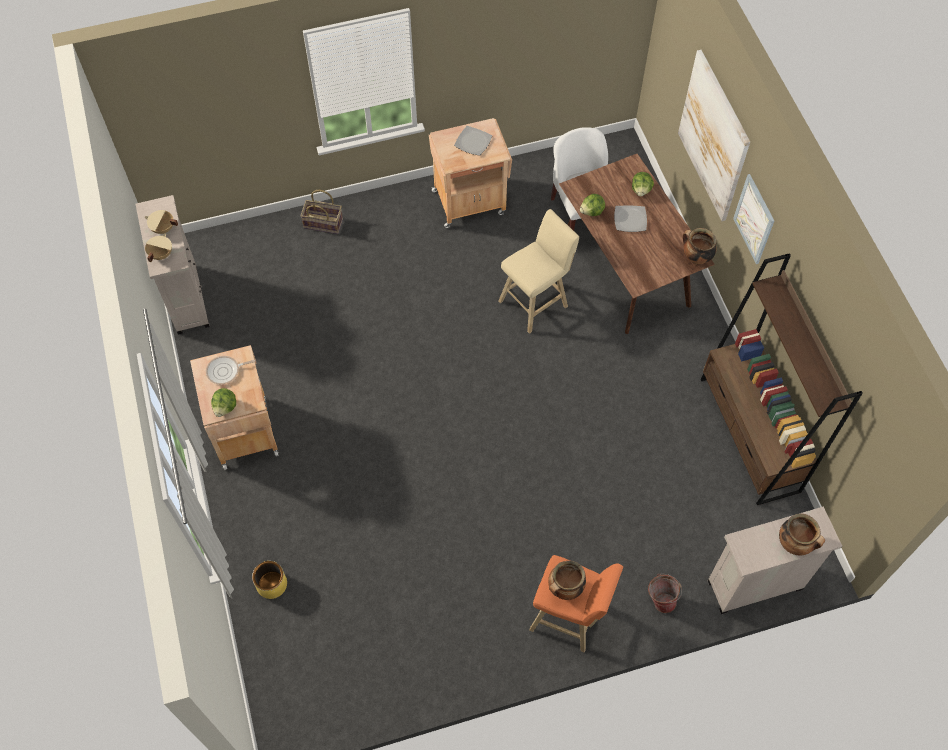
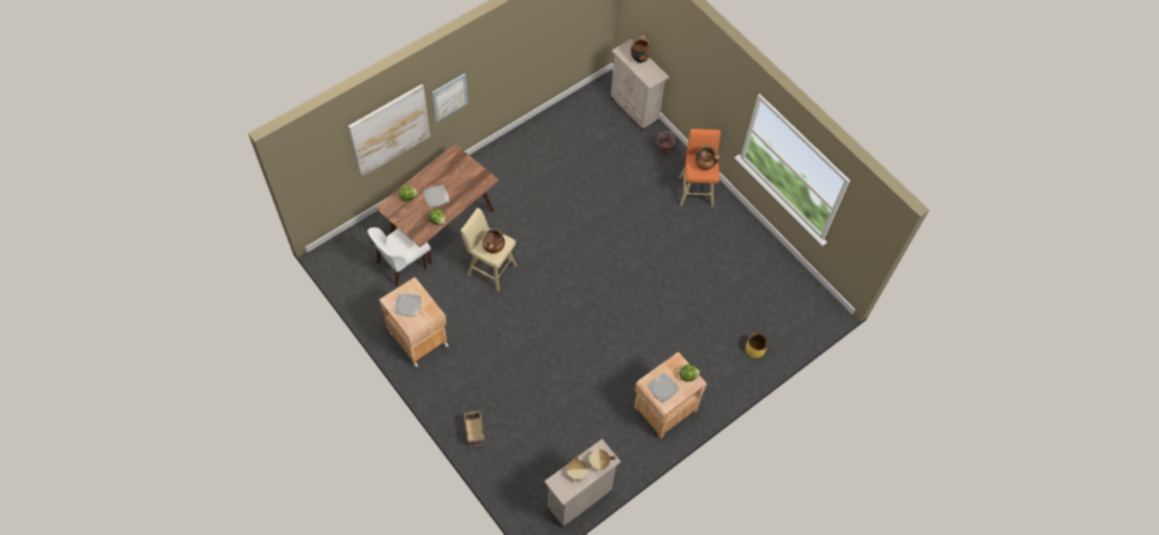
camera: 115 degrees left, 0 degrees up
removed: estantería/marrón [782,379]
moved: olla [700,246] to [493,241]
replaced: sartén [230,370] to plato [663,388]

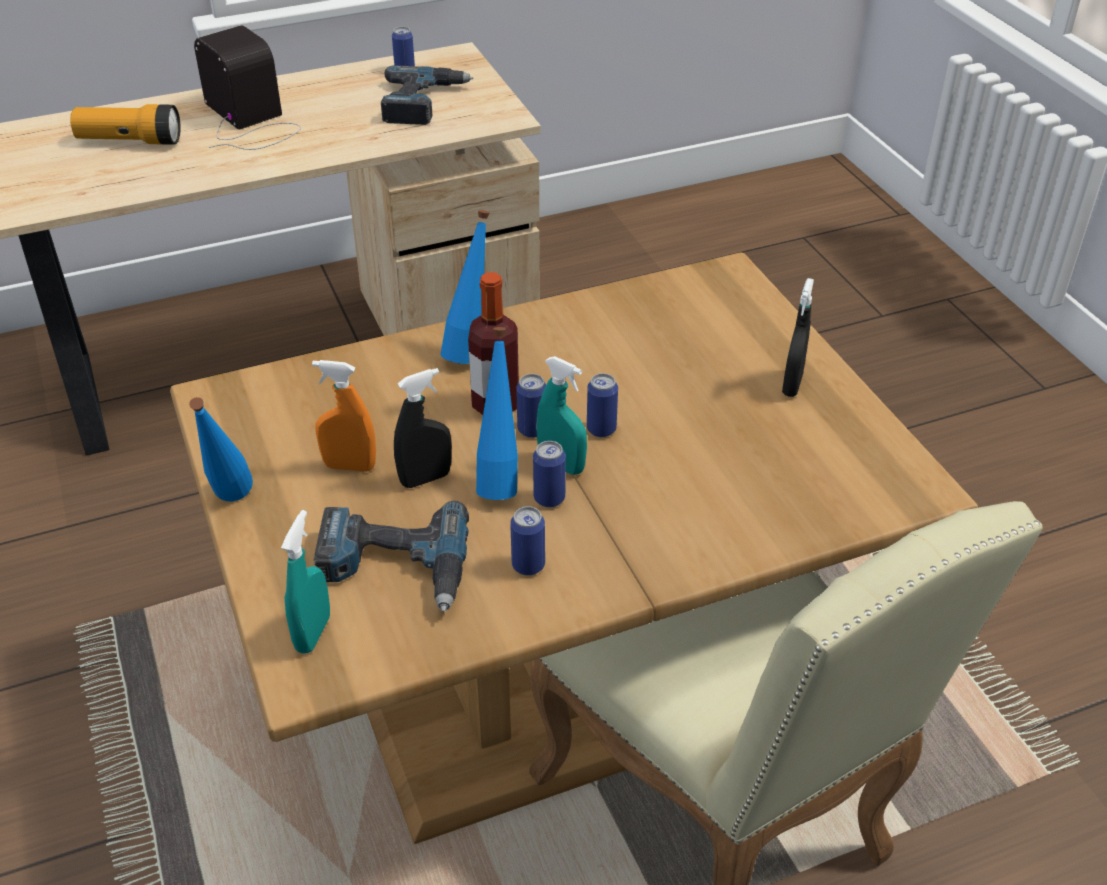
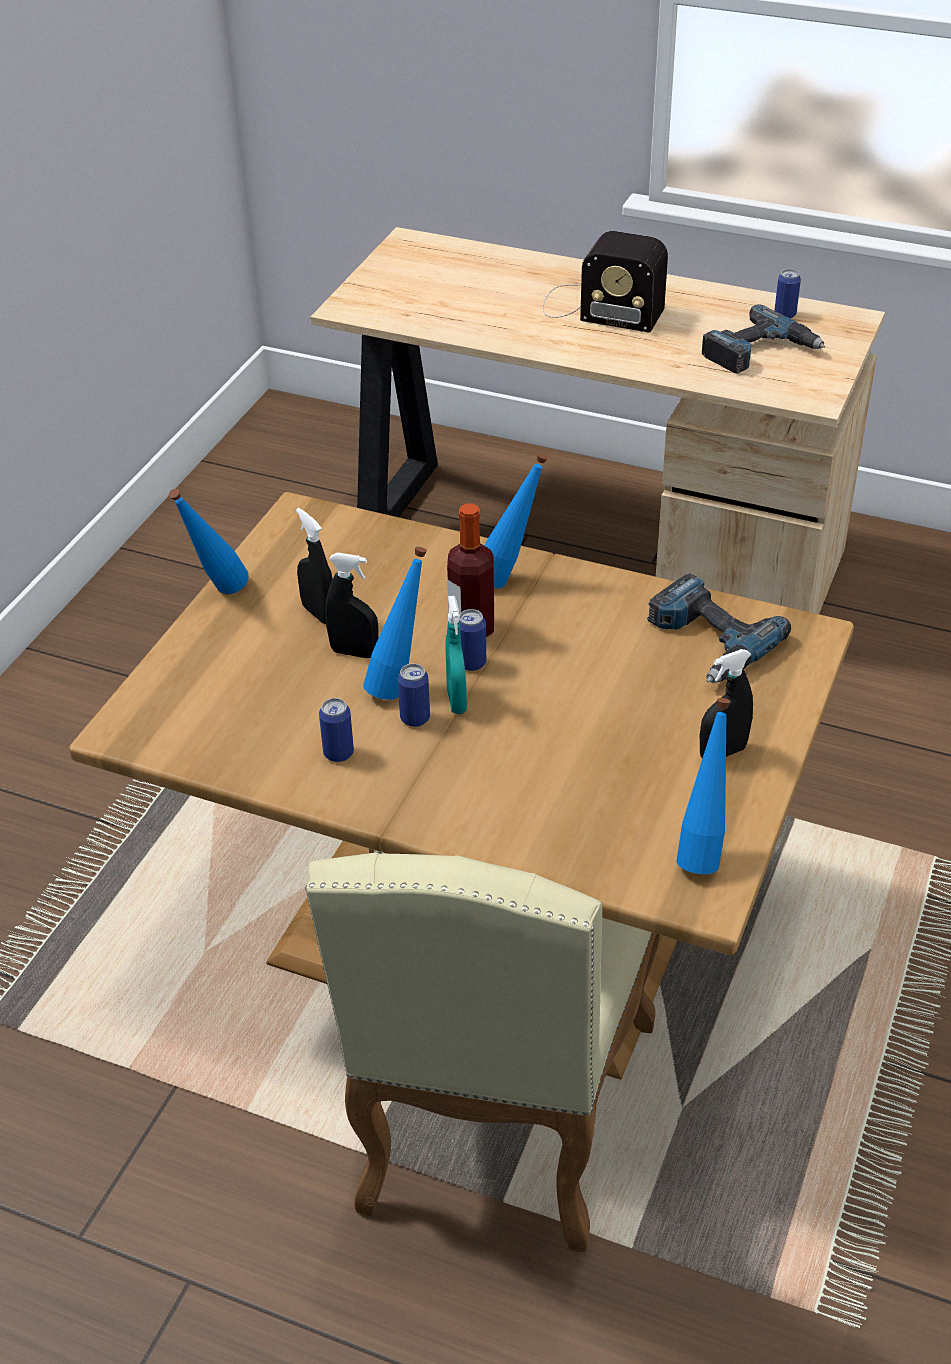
camera: 45 degrees right, 0 degrees up
removed: linterna [125,124]; pulverizador/turquesa [305,581]; lata [602,405]
added: botella/azul [704,786]
moved: taladro [391,556] to [719,628]
recoloured: pulverizador/naranja [344,416] to pulverizador/negro [314,566]
turned: radio [247,87] = [605,282] 105 degrees clockwise

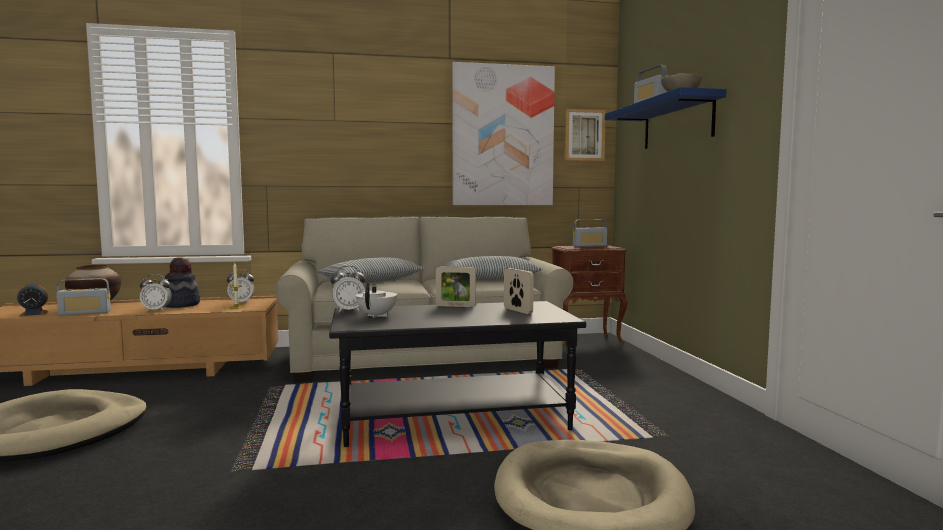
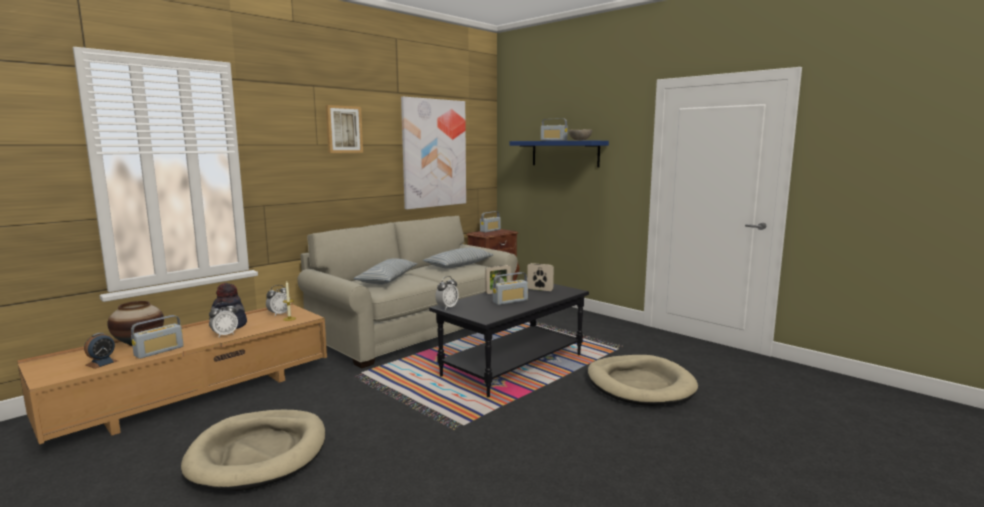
camera: 35 degrees left, 5 degrees up
removed: tetera/blanco [376,300]
added: radio [510,288]
moved: cuadro [585,135] to [344,129]

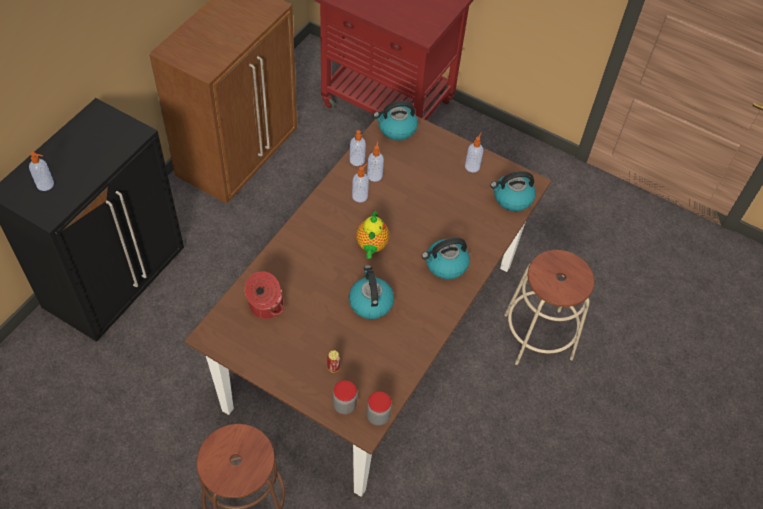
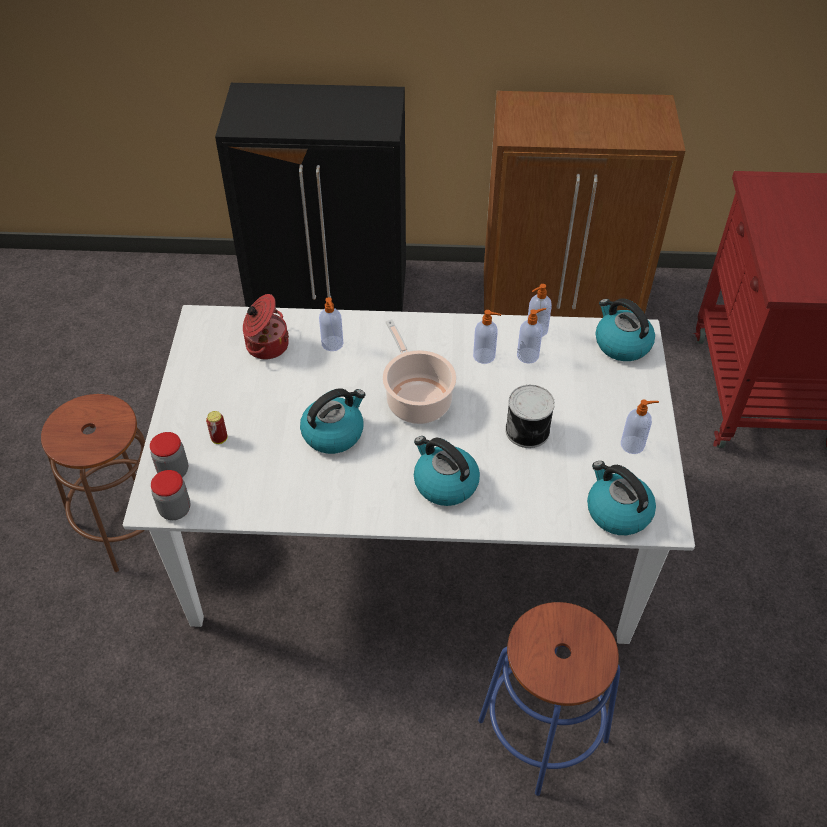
camera: 65 degrees right, 5 degrees down
added: lata [530,416]
moved: dispensador de jabón [41,171] to [331,324]
replaced: tetera [372,234] to olla [419,371]
recoloured: mesa de comedor/marrón [368,300] to mesa de comedor/blanco [409,474]; taburete/beis [549,307] to taburete/azul [549,699]

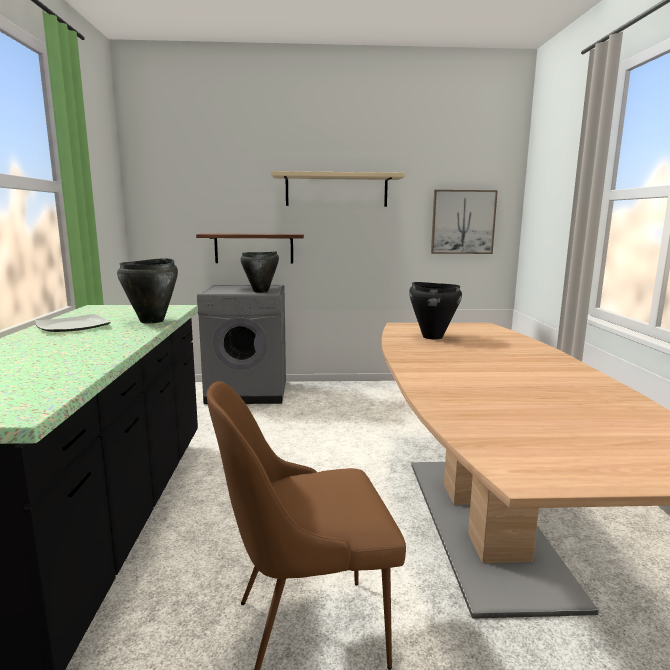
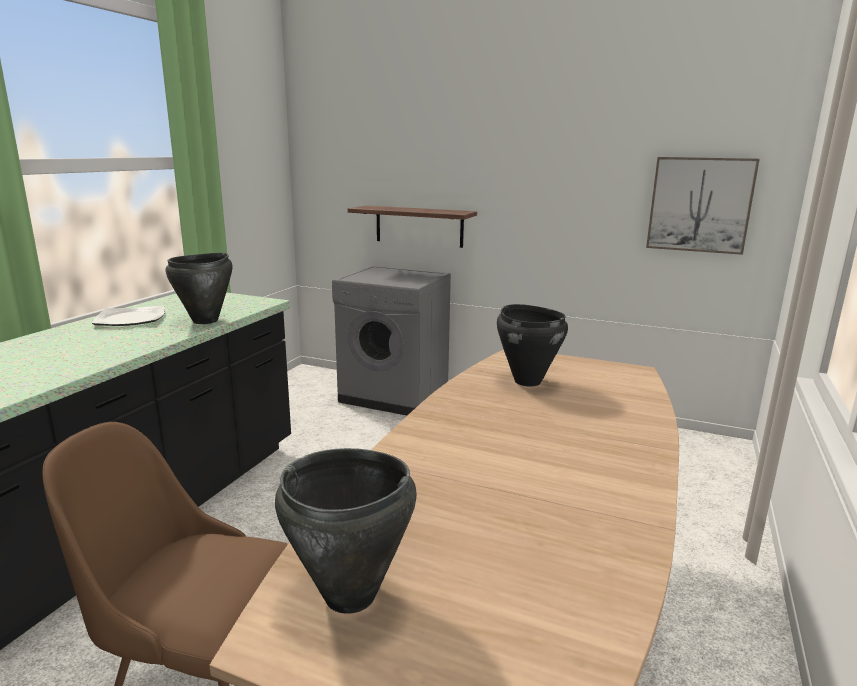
camera: 25 degrees right, 5 degrees up
removed: estante/beis [338,189]
moved: olla/negro [260,272] to [346,531]

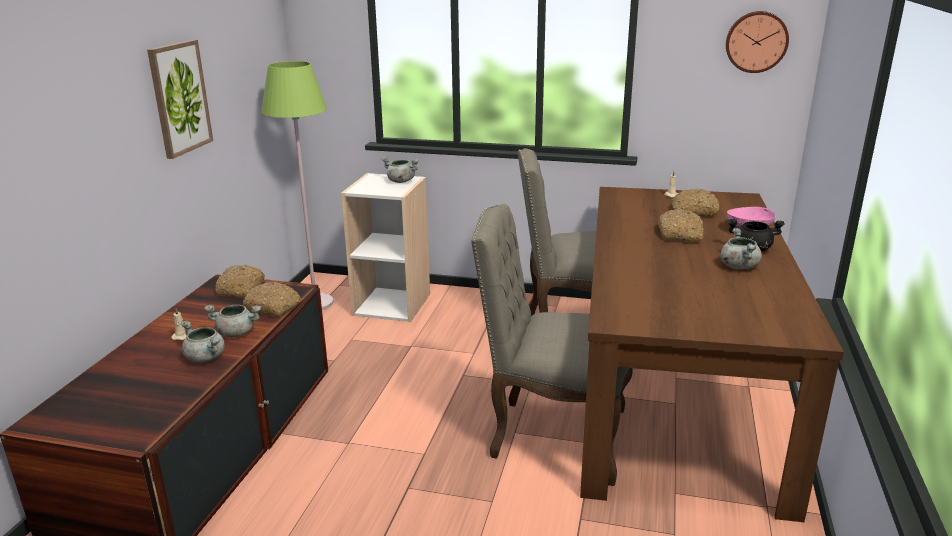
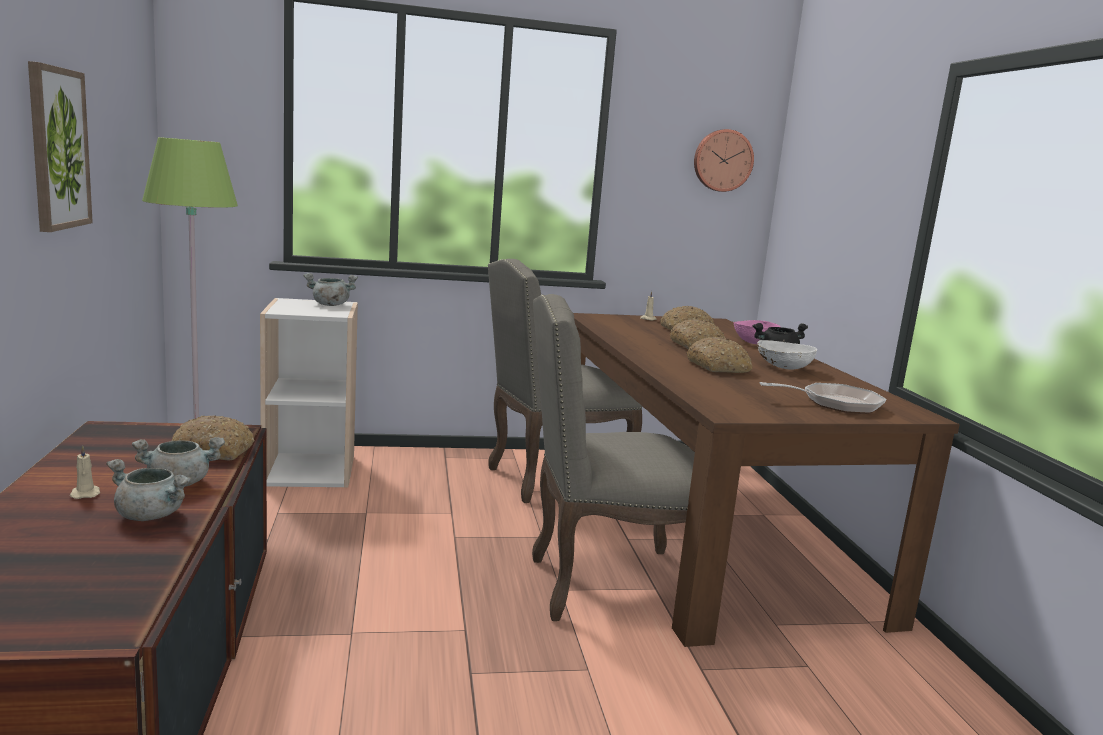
camera: 25 degrees left, 10 degrees down
added: sartén [823,398]
moved: pan [240,281] to [719,355]
replaced: olla/gris [741,248] to cuenco/blanco [787,355]

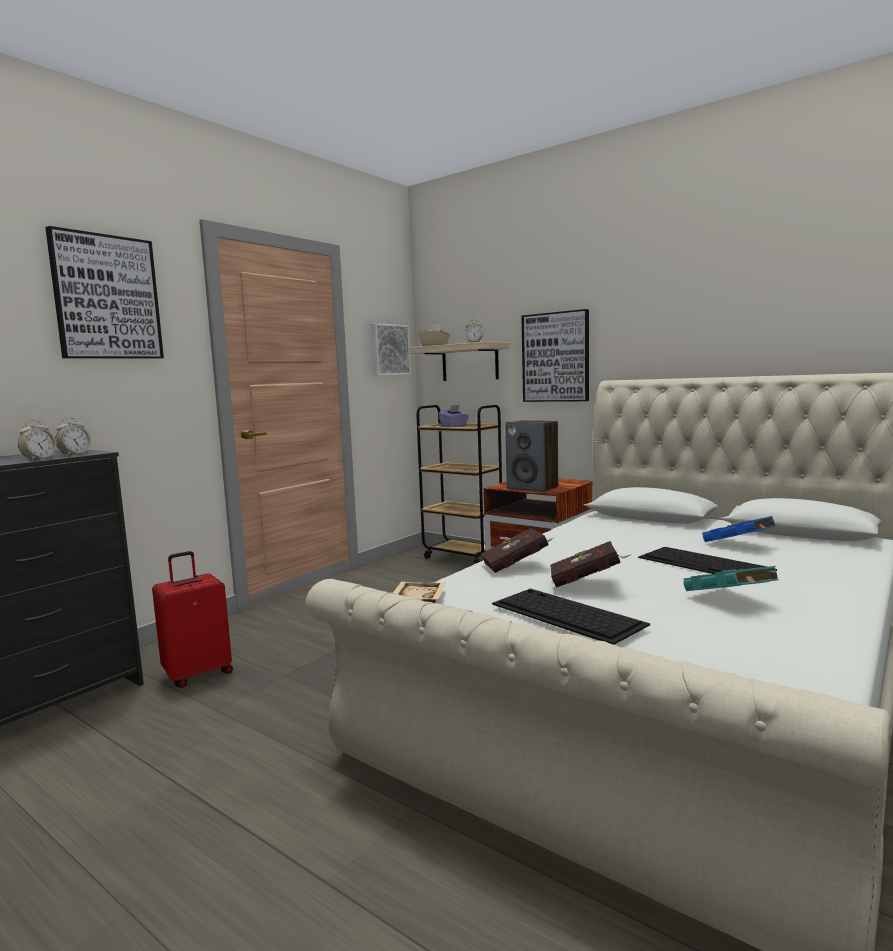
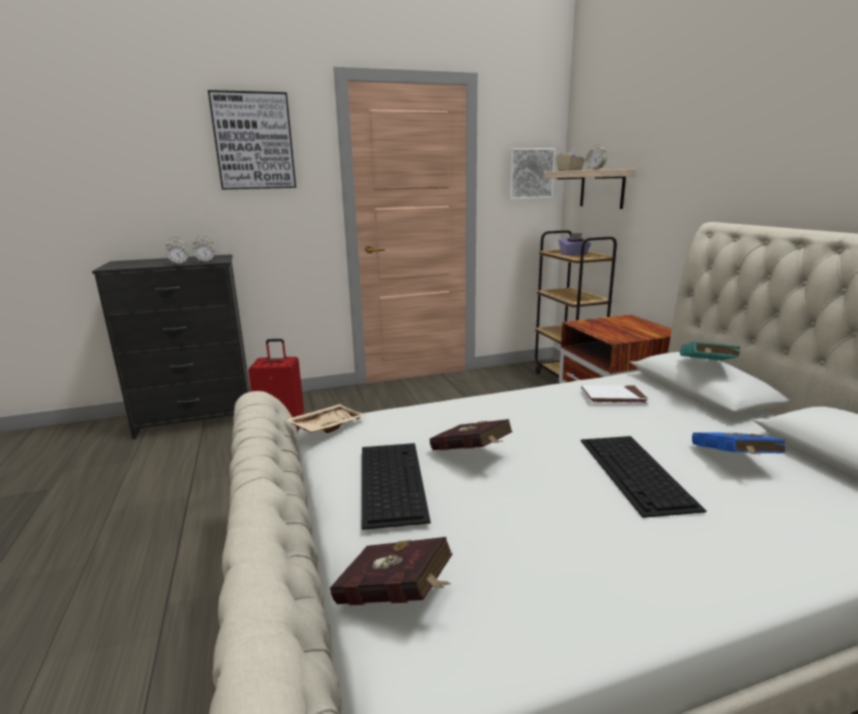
camera: 35 degrees right, 10 degrees up
removed: altavoz [531,456]; cuadro [555,355]
added: libro/blanco [615,394]
moved: libro/rojo [517,550] to [391,571]; libro/turquesa [731,578] to [710,351]

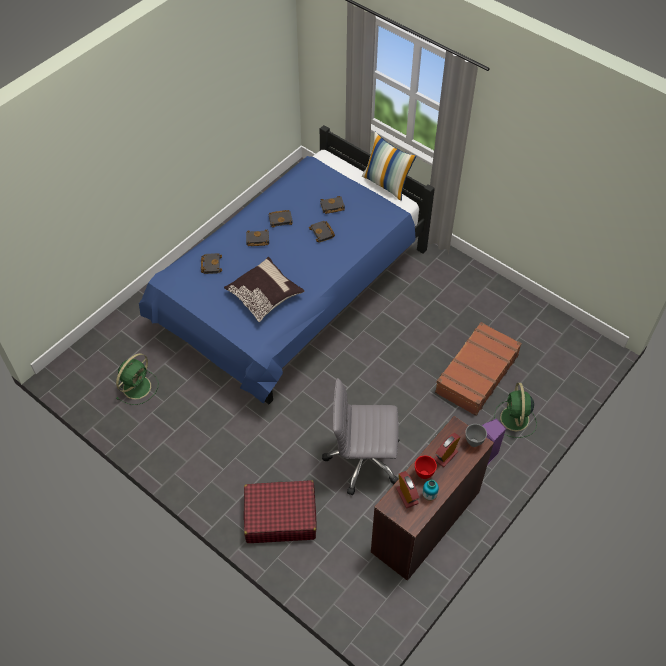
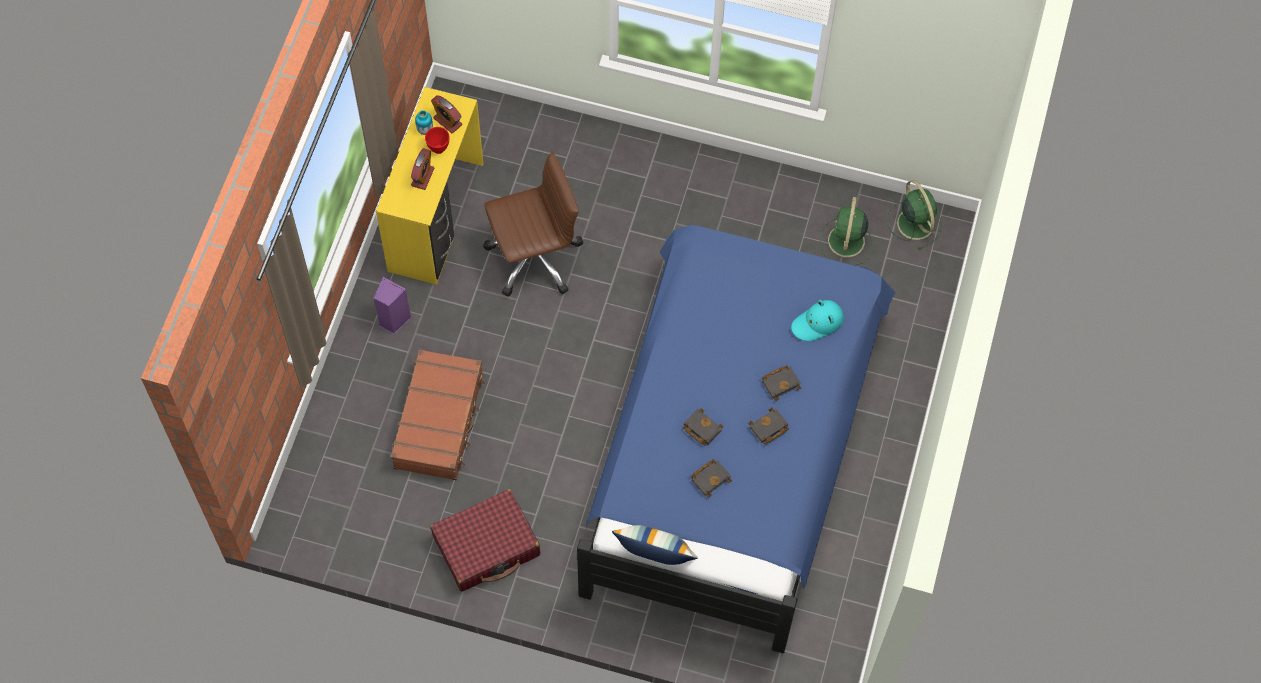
camera: 155 degrees right, 10 degrees up
removed: cojín [264,289]; cuenco/gris [476,435]
moved: maleta/rojo [280,511] to [485,540]; ventilador/verde [515,410] to [914,215]
replaced: libro/negro [211,263] to sombrero/turquesa [817,320]
recoloured: silla de oficina/gris [360,436] to silla de oficina/marrón [533,224]; escritorio/marrón [432,498] to escritorio/amarillo [430,186]

